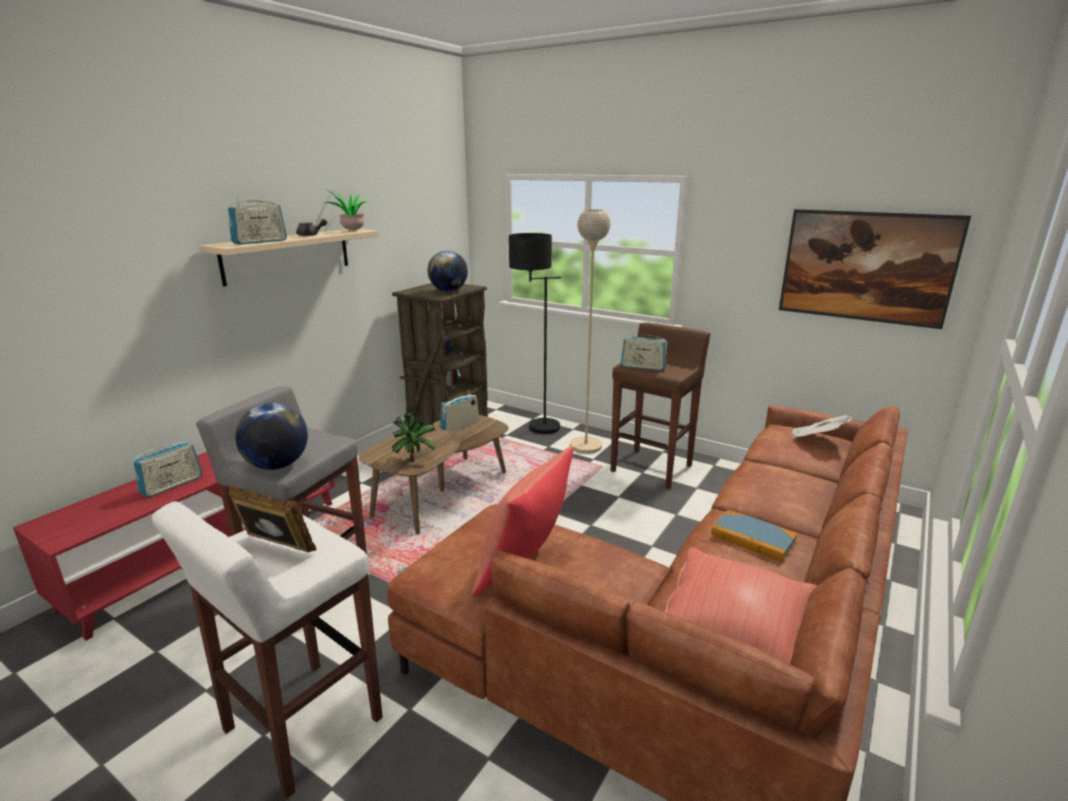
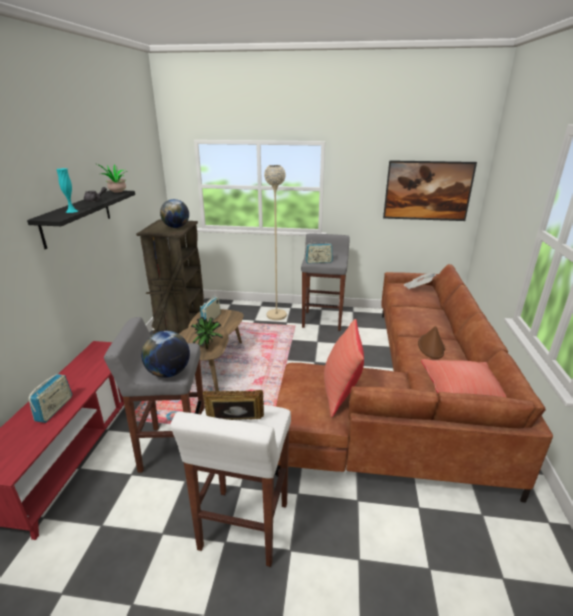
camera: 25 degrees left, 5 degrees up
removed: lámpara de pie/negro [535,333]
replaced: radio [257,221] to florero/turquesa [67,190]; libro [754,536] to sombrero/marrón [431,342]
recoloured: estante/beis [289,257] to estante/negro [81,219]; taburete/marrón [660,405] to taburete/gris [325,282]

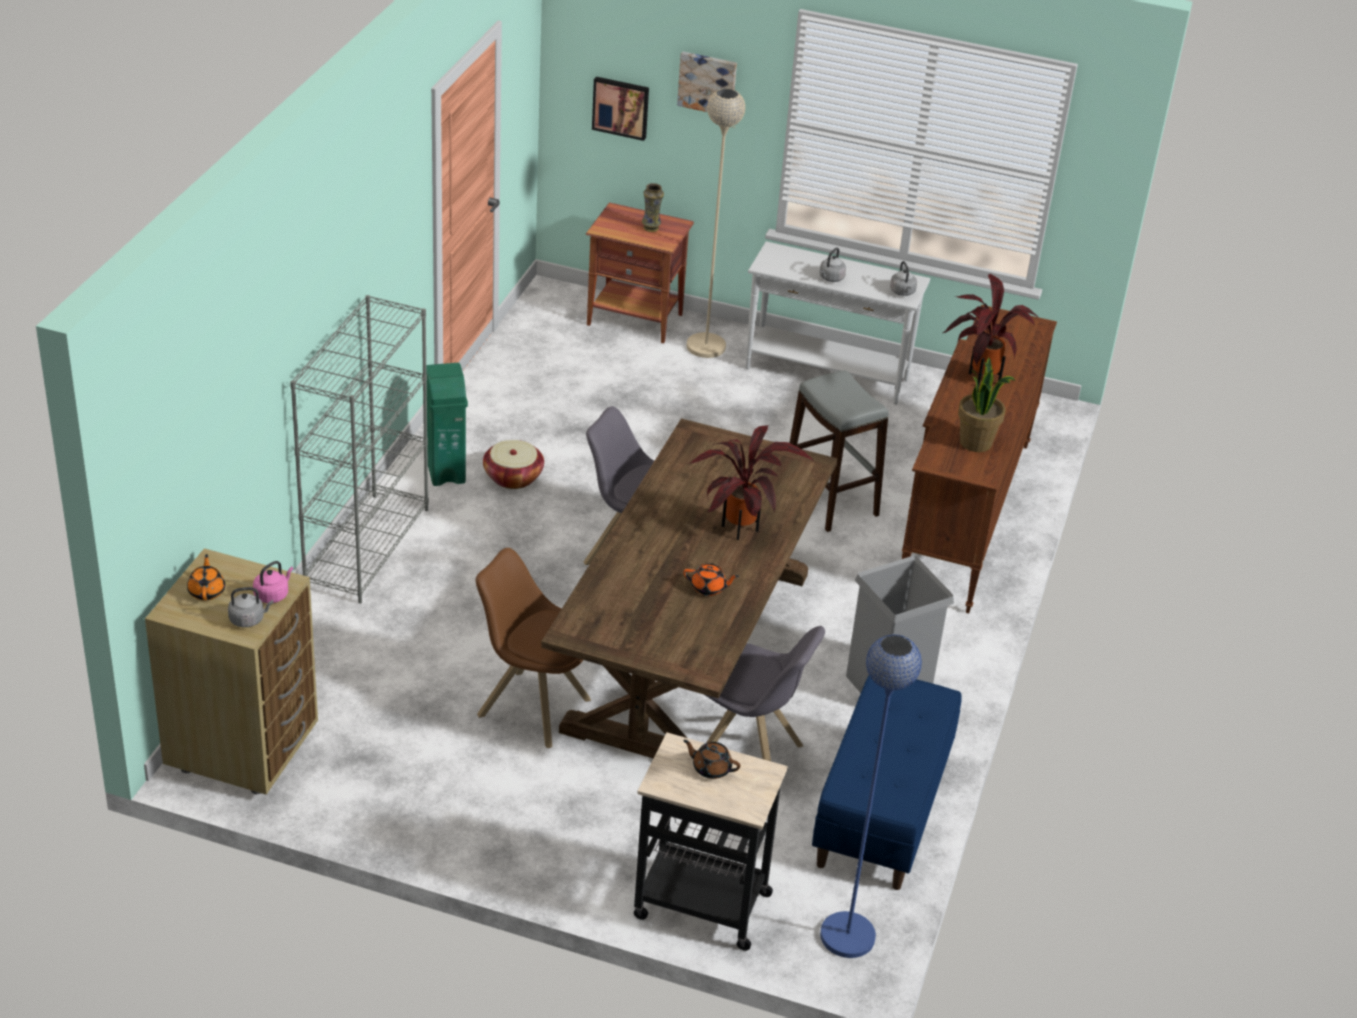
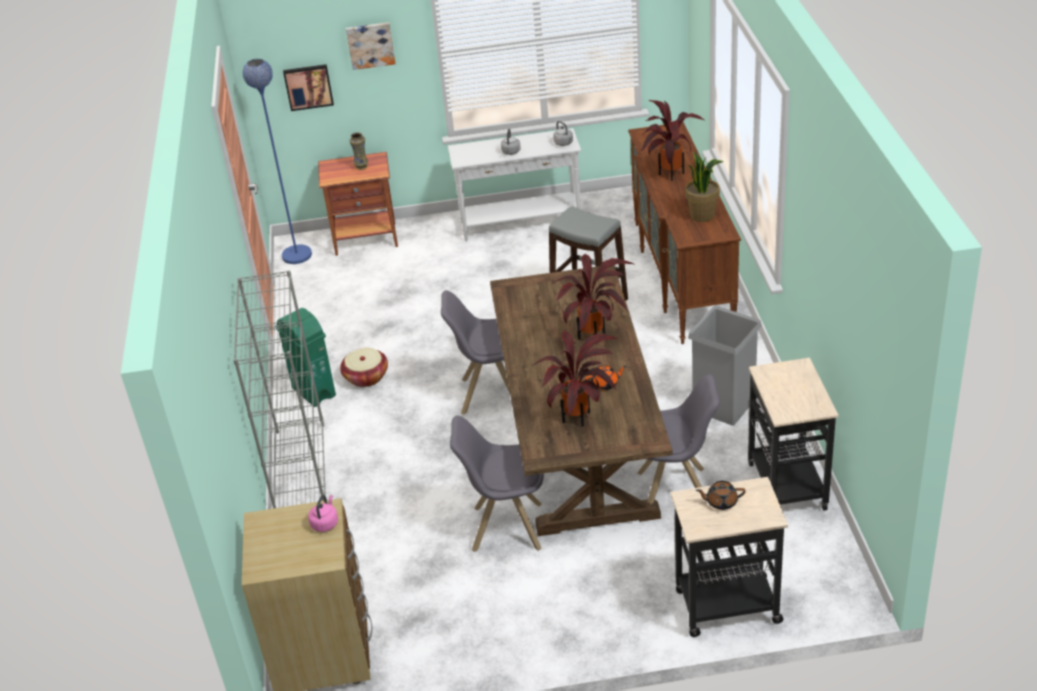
camera: 20 degrees left, 0 degrees up
removed: tetera/naranja [206,577]; hervidor/gris [250,607]; lámpara de pie/beis [716,223]
added: planta en maceta [575,379]
moved: lámpara de pie/azul [871,796] to [277,161]
replaced: banco/azul [887,783] to carrito [793,434]
recoloured: silla/marrón [533,648] to silla/gris [497,483]

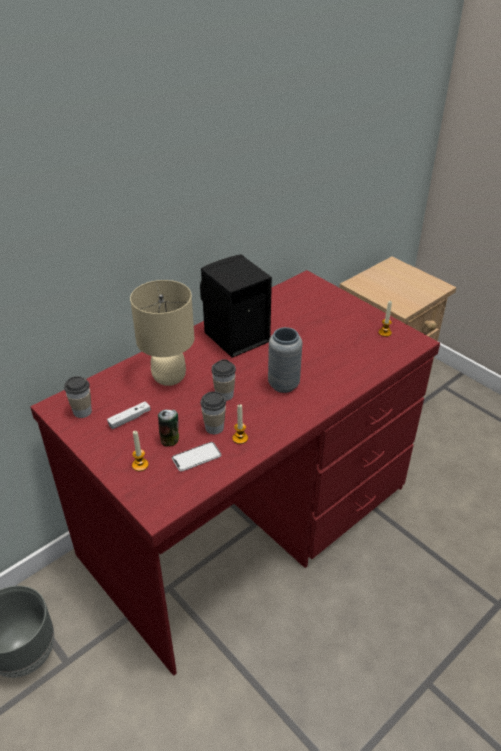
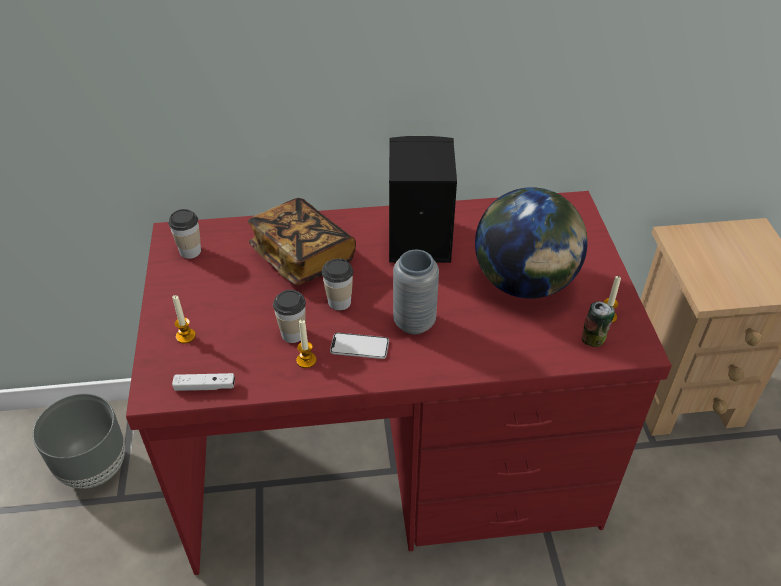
camera: 35 degrees right, 5 degrees up
added: globo terráqueo [531,243]
moved: mando de consola/blanco [129,415] to [203,382]; lata [168,428] to [598,324]; móvil [196,457] to [359,346]
replaced: lámpara de mesa/beis [162,333] to libro [302,241]

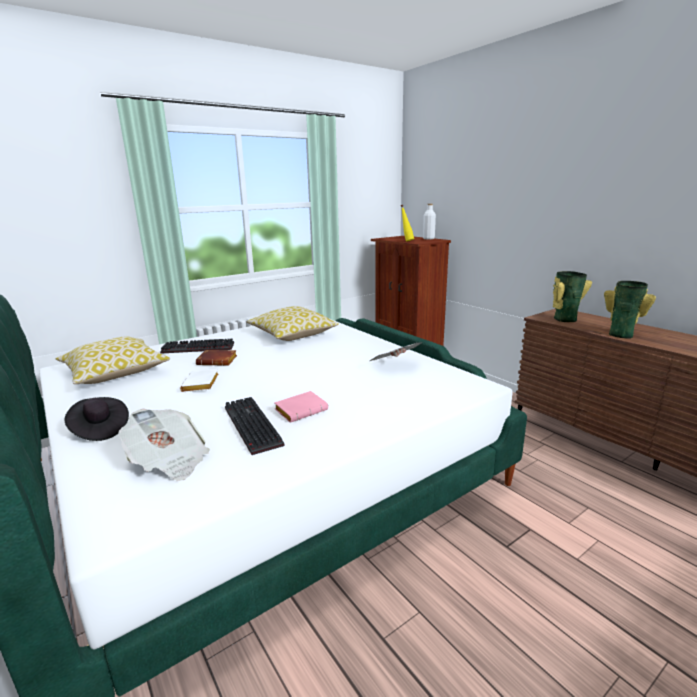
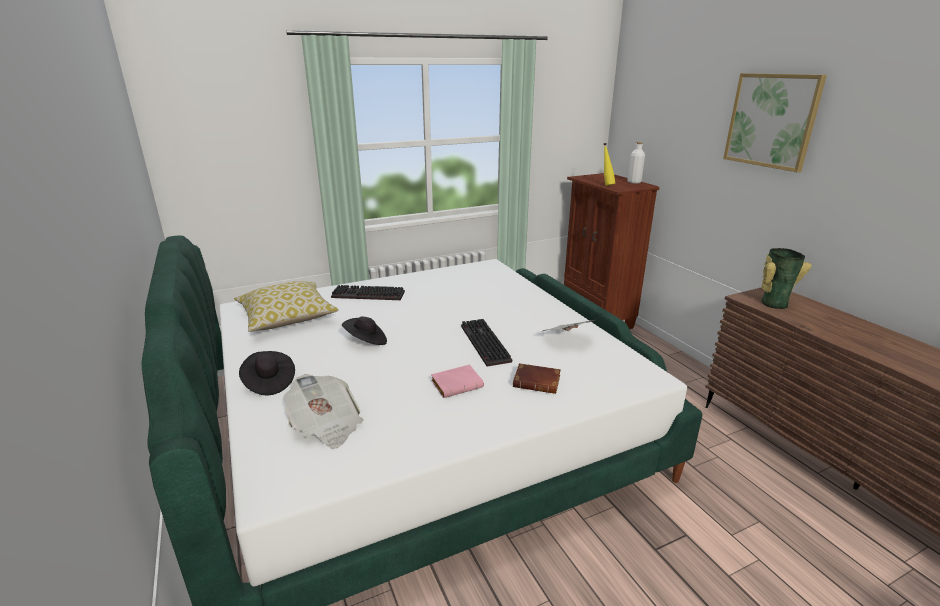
camera: 10 degrees right, 5 degrees up
removed: cojín [292,323]; florero [630,310]
added: cuadro [775,122]
moved: libro/marrón [216,358] to [537,378]; teclado [254,426] to [486,343]
replaced: libro/blanco [199,380] to sombrero/negro [364,330]

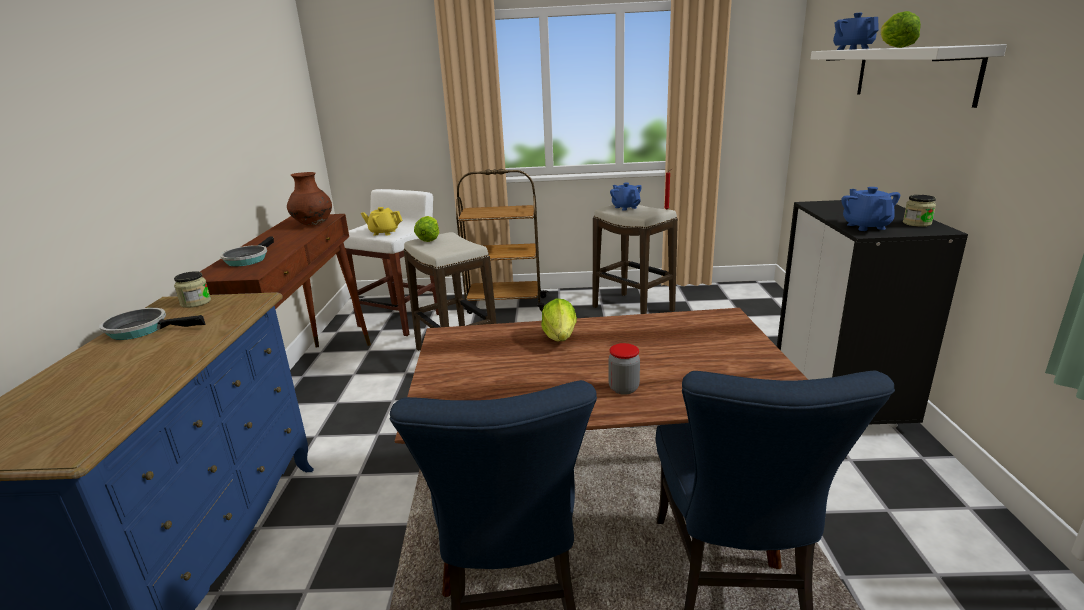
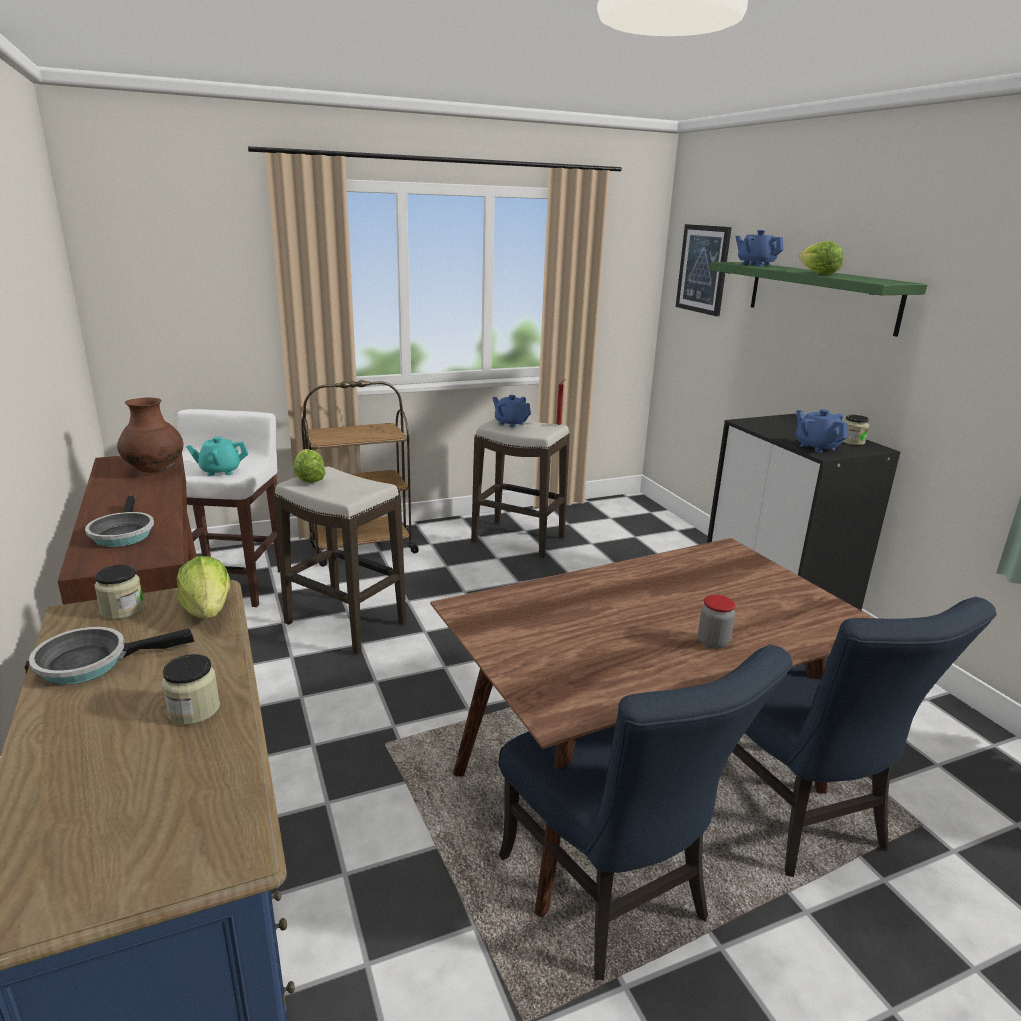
camera: 25 degrees left, 0 degrees up
added: tarro [190,689]; cuadro [704,270]
moved: lechuga [559,319] to [203,587]
recoloured: tetera/amarillo [381,221] to tetera/turquesa [217,456]; estante/blanco [909,76] to estante/verde [818,299]

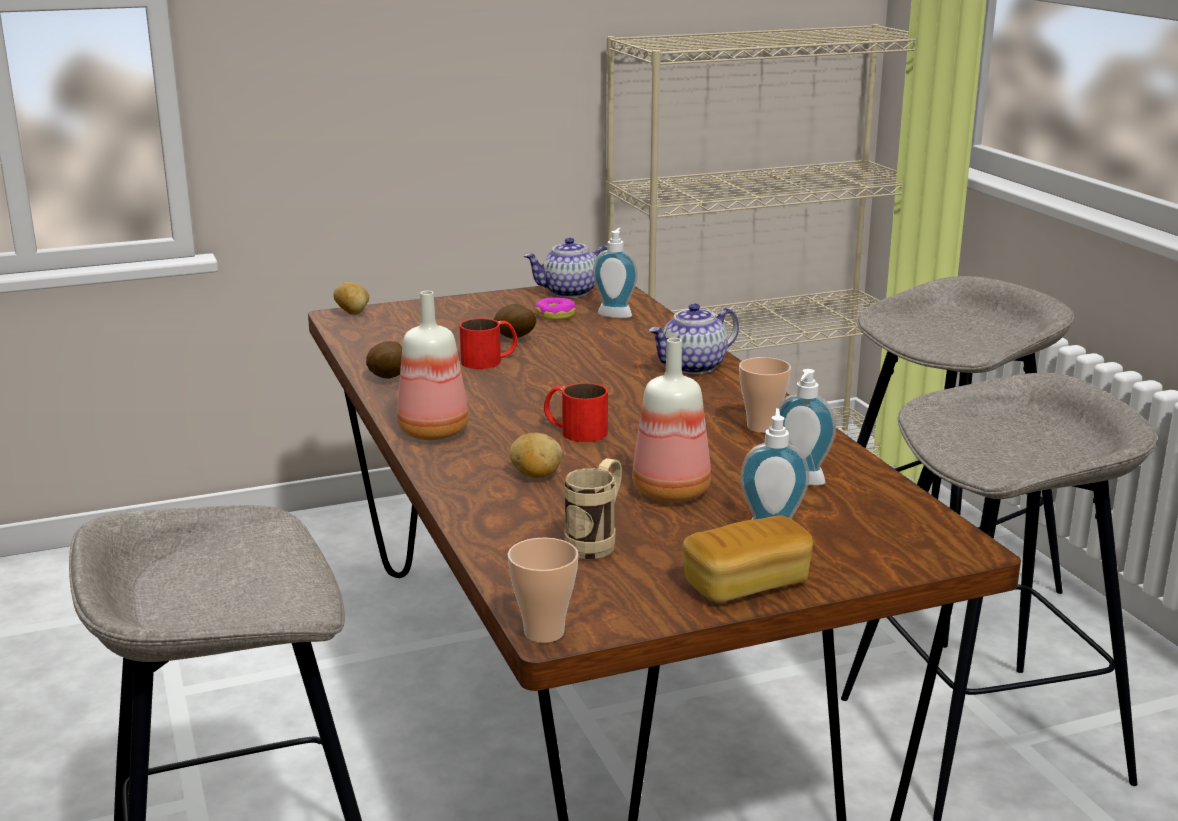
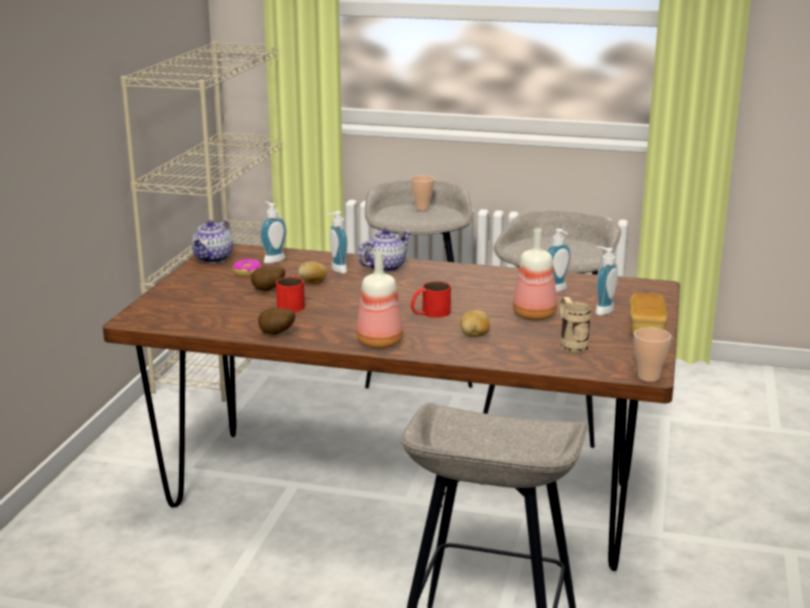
camera: 55 degrees left, 0 degrees up
added: dispensador de jabón [337,242]
moved: patata [351,298] to [312,273]; taza [765,395] to [423,192]
turned: tetera [693,339] = [384,250] 135 degrees counterclockwise

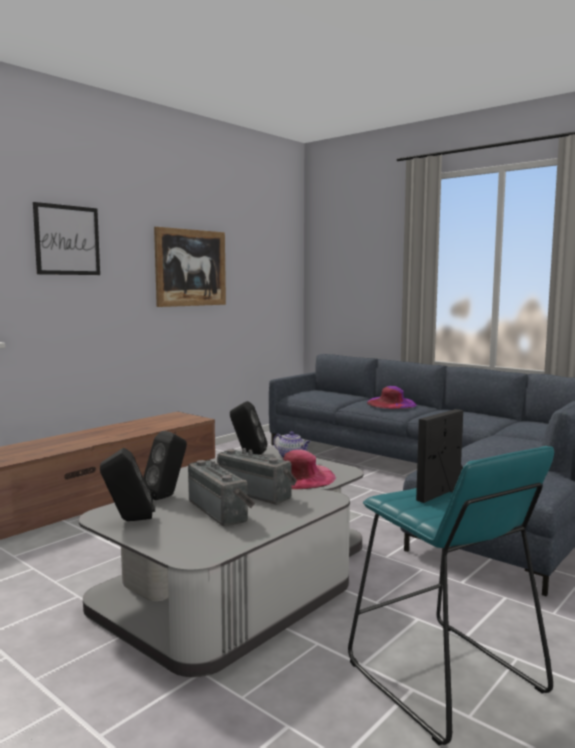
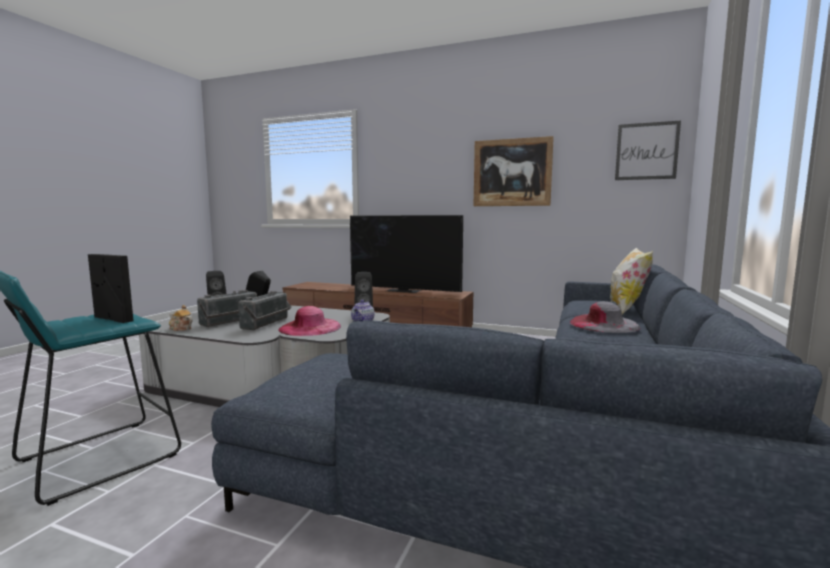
camera: 70 degrees right, 0 degrees up
added: tetera [181,318]; televisor [406,254]; cojín [631,280]
moved: cuadro [66,238] to [648,150]
recoloured: sombrero/morado [392,397] to sombrero/gris [605,317]

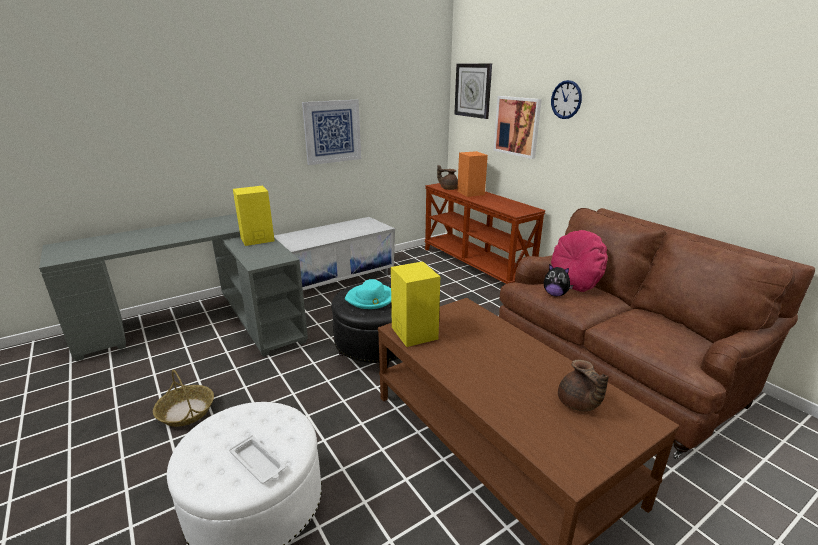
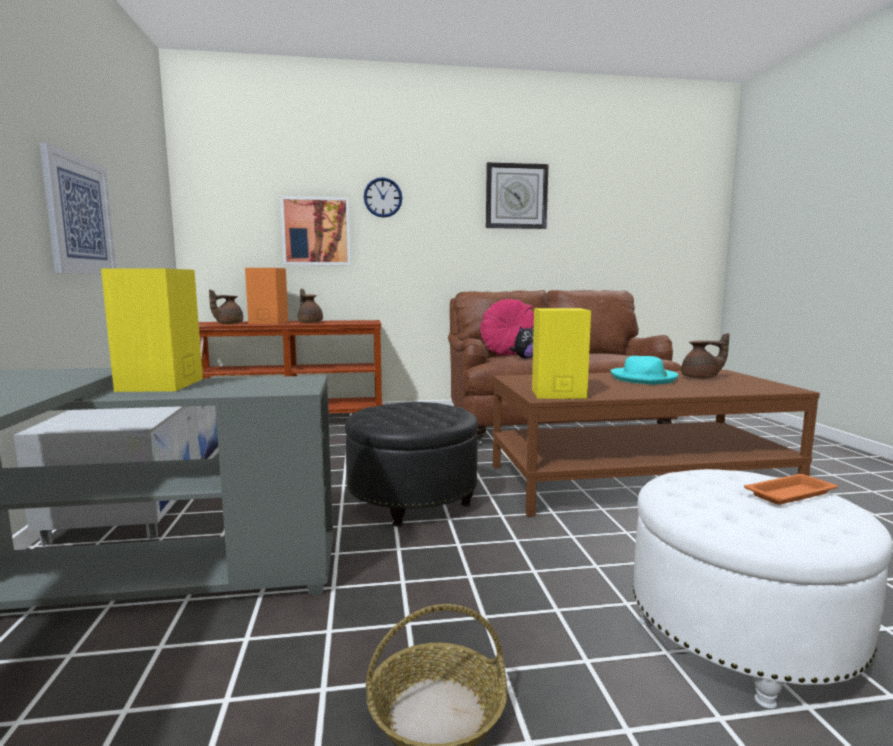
camera: 65 degrees left, 15 degrees down
added: tetera/marrón [310,306]
moved: sombrero/turquesa [368,294] to [645,370]; reloj de pared [473,91] to [517,195]
recoloured: bandeja/blanco [257,459] to bandeja/naranja [791,489]

